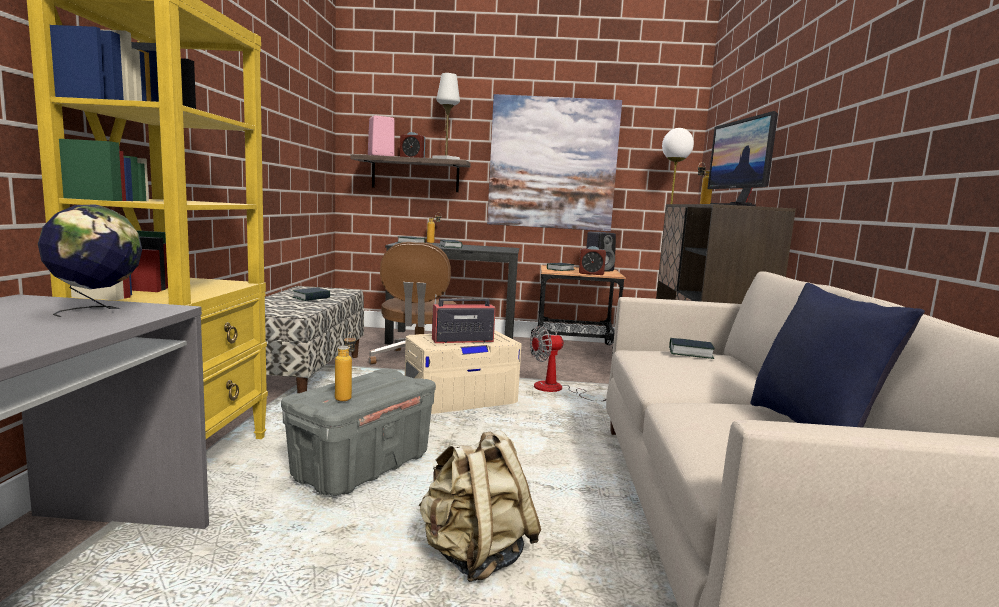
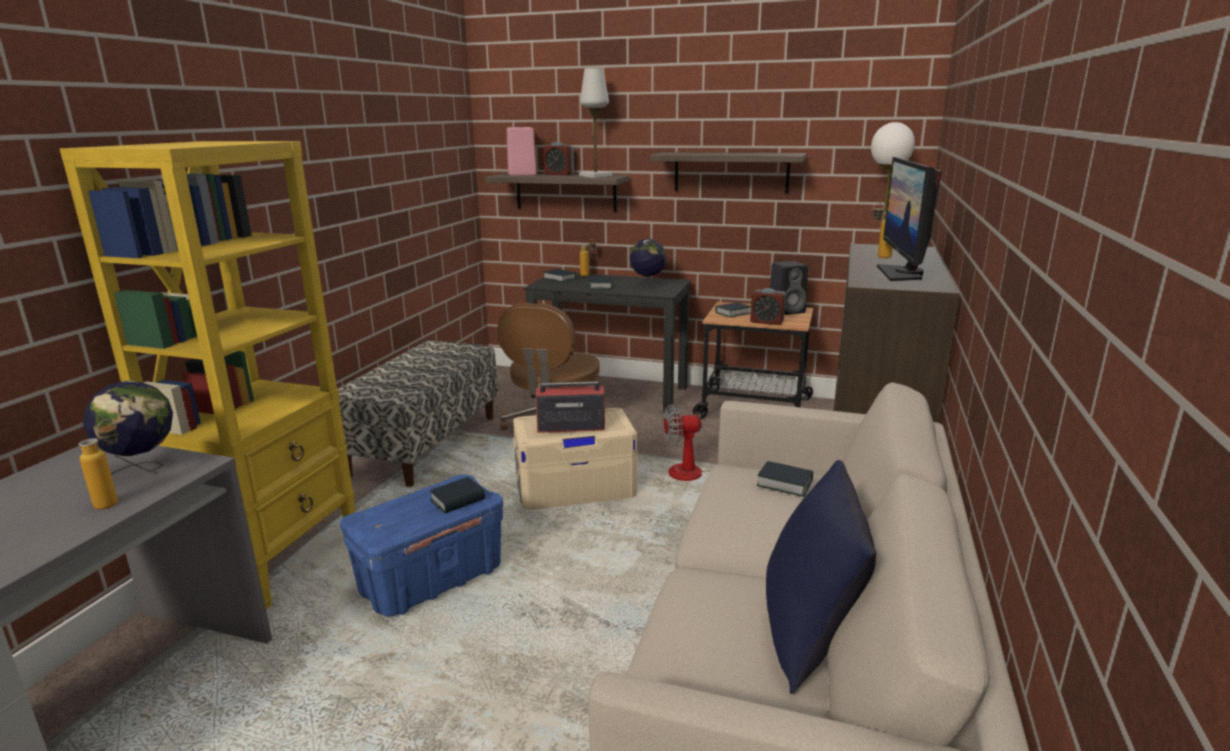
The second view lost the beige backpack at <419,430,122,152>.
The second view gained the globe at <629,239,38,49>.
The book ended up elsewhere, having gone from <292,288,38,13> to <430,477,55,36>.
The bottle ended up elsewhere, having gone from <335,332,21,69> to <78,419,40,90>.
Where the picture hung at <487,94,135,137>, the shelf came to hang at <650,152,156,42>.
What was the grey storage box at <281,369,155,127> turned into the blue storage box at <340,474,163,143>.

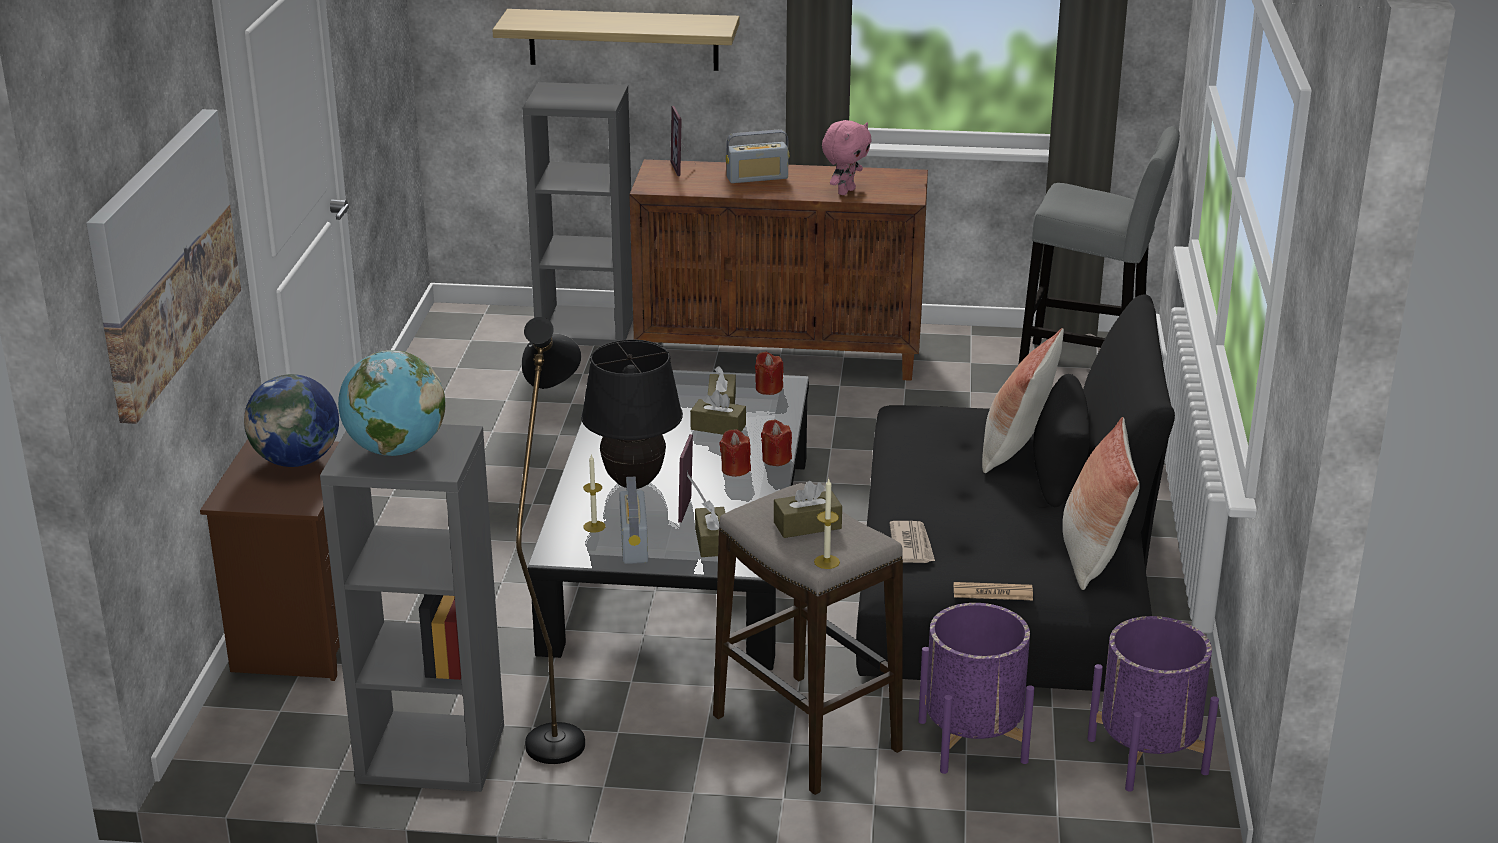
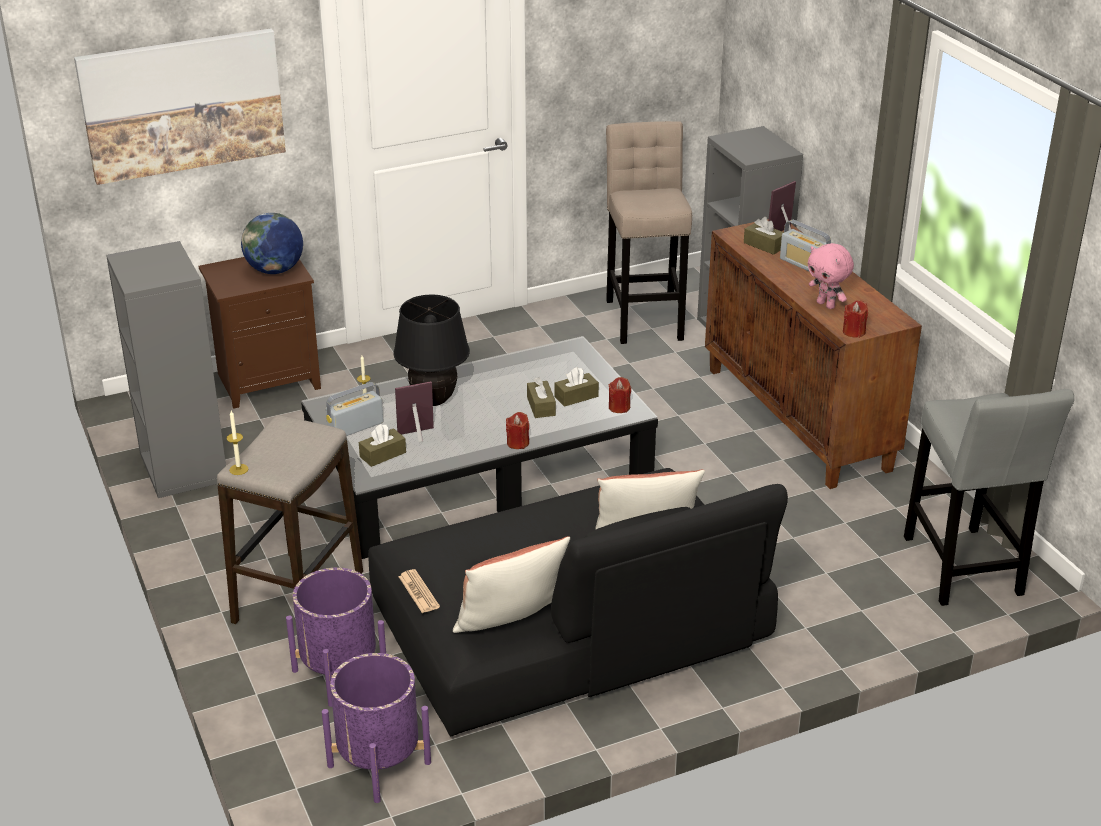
The second view lost the globe at <338,350,107,106>.
The second view lost the shelf at <492,9,248,62>.
The second view lost the black floor lamp at <516,317,69,447>.
The second view lost the newspaper at <890,521,45,42>.
The second view gained the beige stool at <606,121,86,223>.
The red candle ended up elsewhere, having gone from <719,429,32,48> to <843,300,25,38>.
The brown tissue box ended up elsewhere, having gone from <774,481,68,57> to <744,217,40,38>.
The pink plush toy at <822,120,50,75> ended up facing another way, 45 degrees clockwise from before.

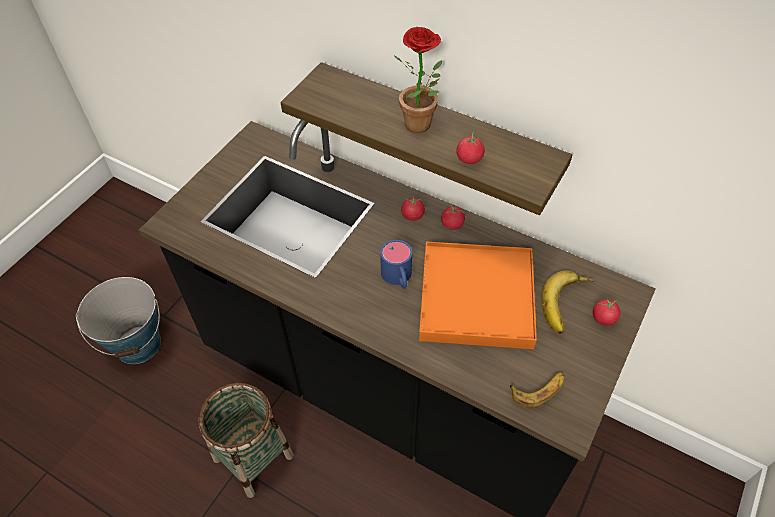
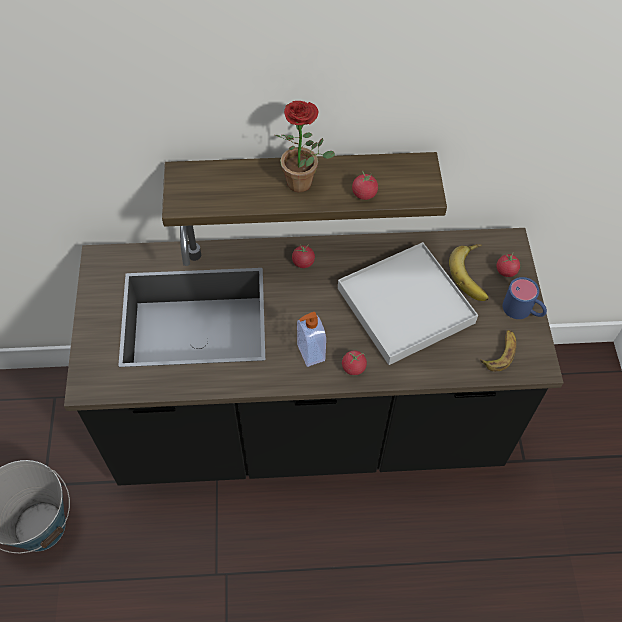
The second view lost the basket at <198,383,96,115>.
The second view gained the soap dispenser at <297,312,29,55>.
The blue mug ended up elsewhere, having gone from <380,240,32,48> to <503,277,44,42>.
The tomato ended up elsewhere, having gone from <441,205,24,25> to <342,351,25,24>.
What was the orange tray at <419,242,118,107> turned into the white tray at <338,242,140,123>.

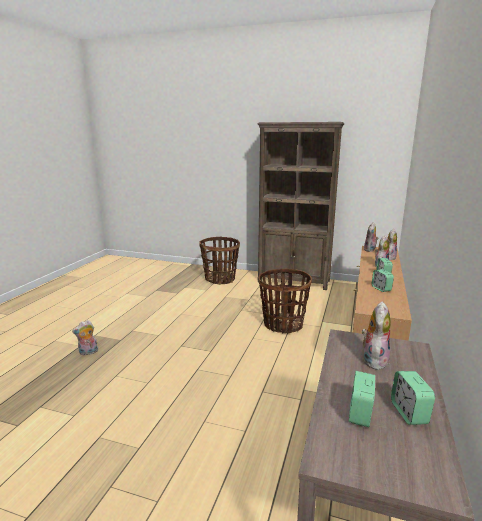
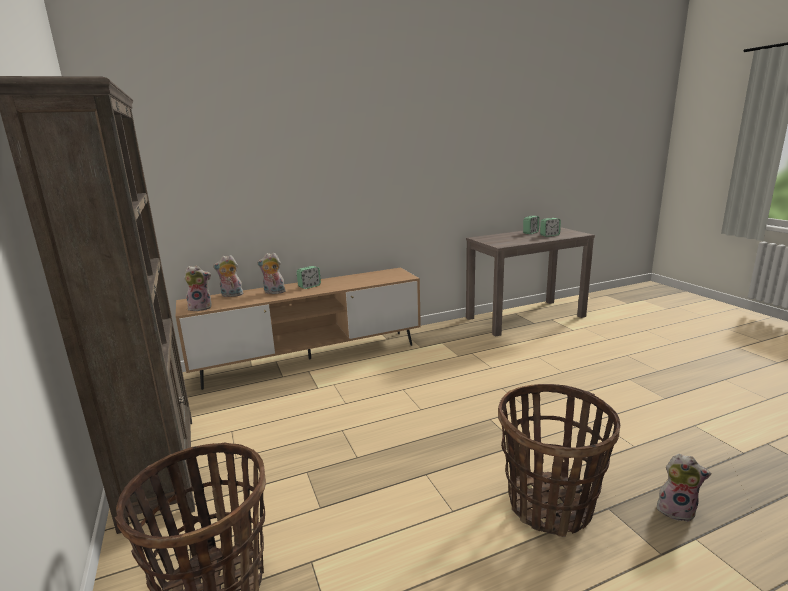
The second view lost the plush toy at <362,301,29,69>.
The second view lost the alarm clock at <371,269,23,23>.
The basket ended up elsewhere, having gone from <258,269,54,64> to <498,384,122,153>.

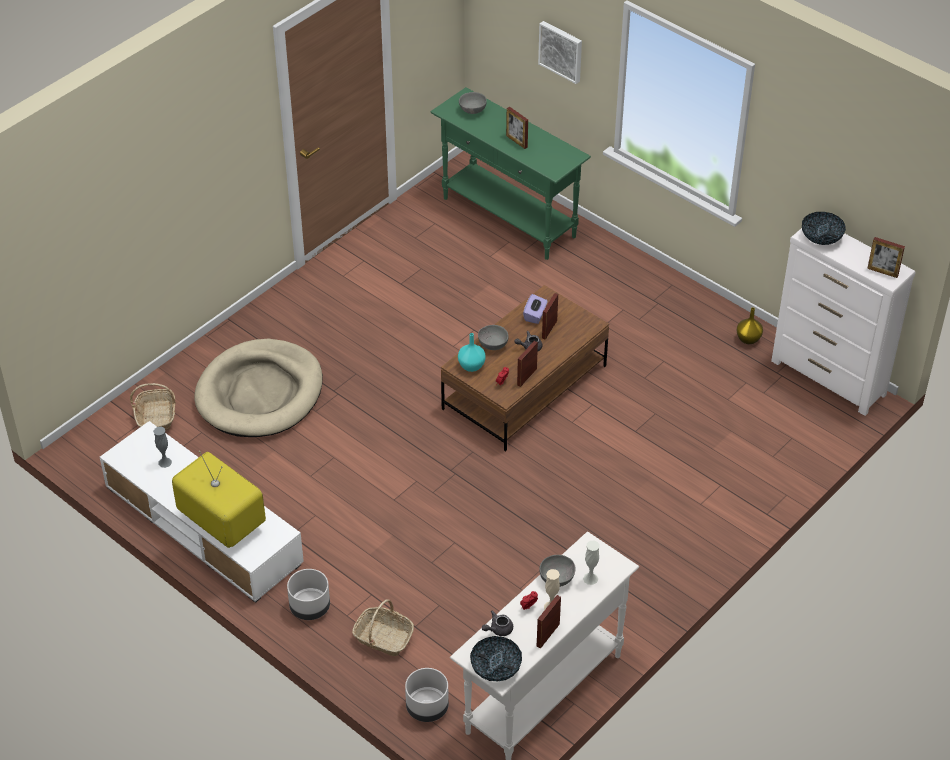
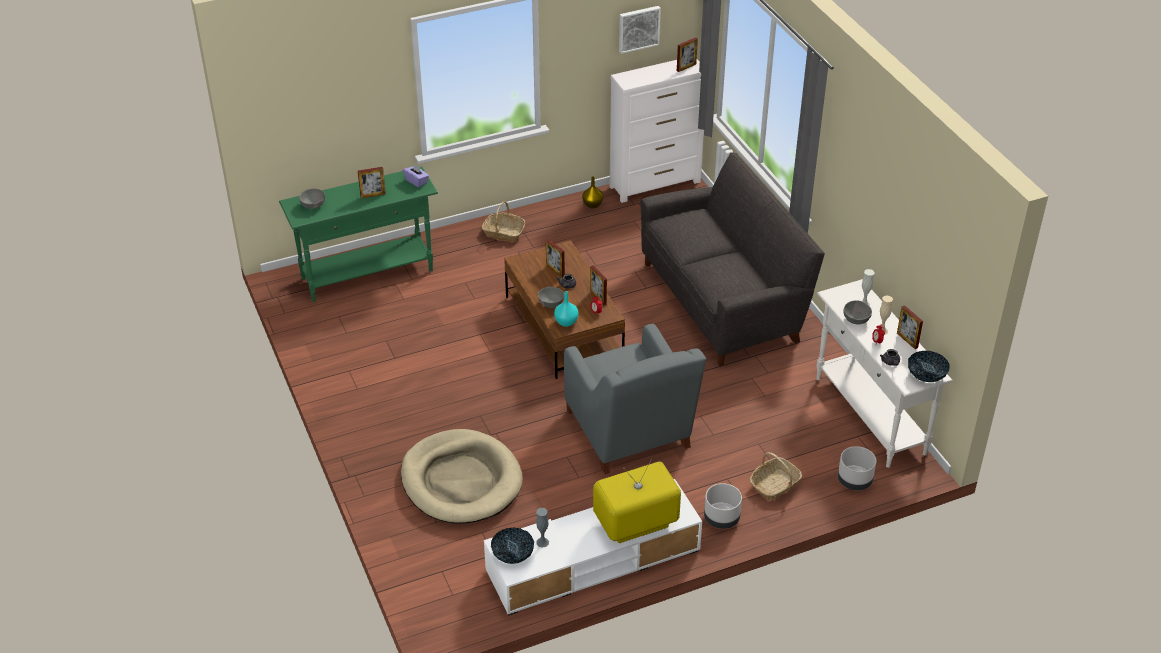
The second view gained the grey armchair at <564,324,142,150>.
The second view gained the grey sofa at <641,153,184,213>.
The basket ended up elsewhere, having gone from <130,383,46,47> to <482,201,43,41>.
The purple tissue box ended up elsewhere, having gone from <523,294,25,30> to <403,163,26,25>.
The picture ended up elsewhere, having gone from <538,21,44,63> to <619,6,42,48>.
The bowl ended up elsewhere, having gone from <802,212,44,33> to <491,528,43,36>.

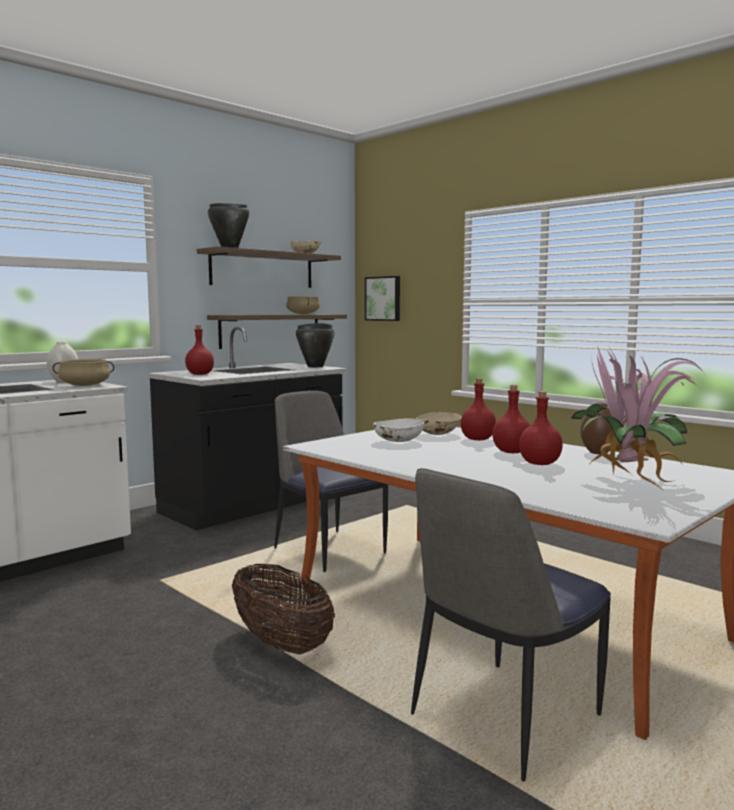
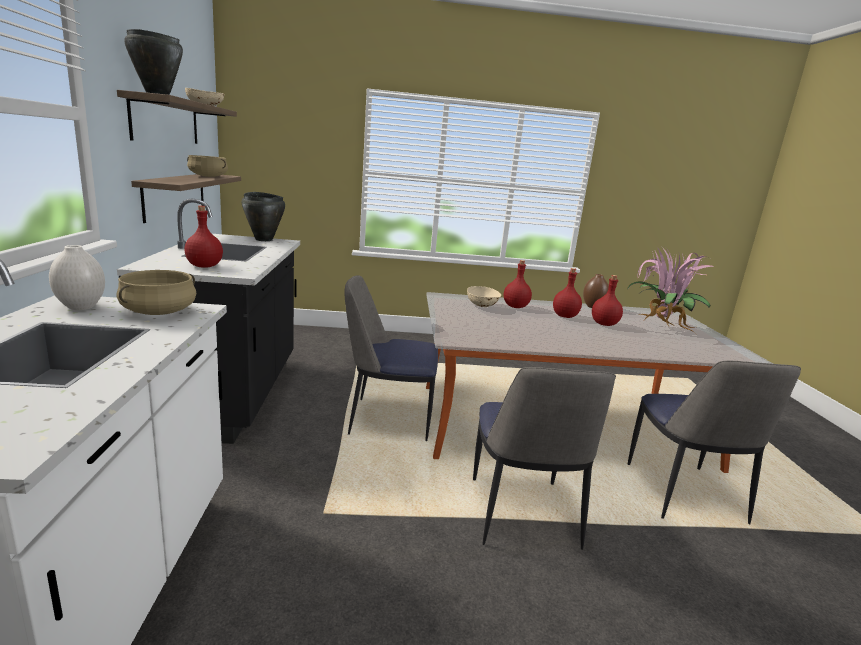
The second view lost the picture at <365,276,35,45>.
The second view lost the white bowl at <373,418,51,24>.
Where the basket stood at <232,564,103,90>, the chair came to stand at <473,367,143,183>.

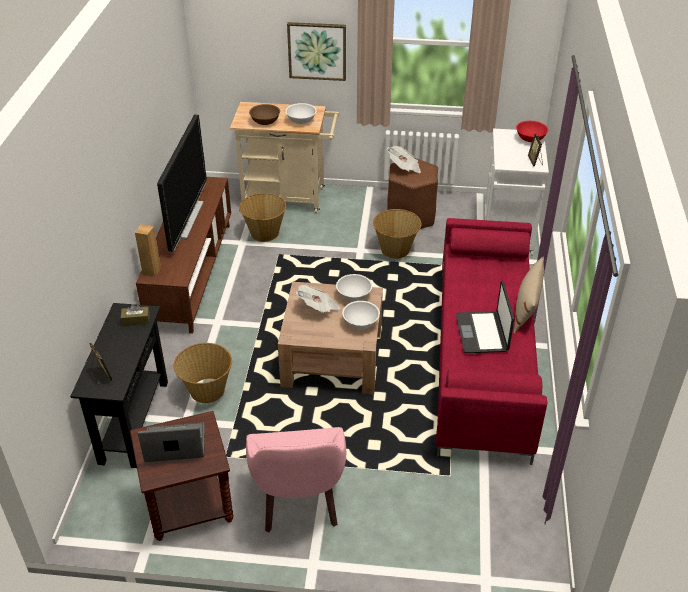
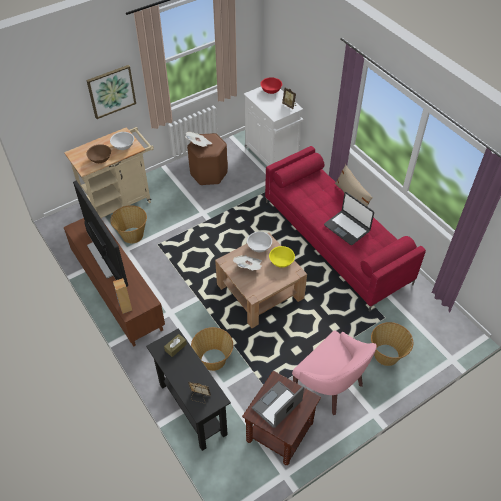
The basket ended up elsewhere, having gone from <373,209,49,50> to <371,322,42,44>.
What was the white bowl at <342,301,38,28> turned into the yellow bowl at <269,246,26,22>.

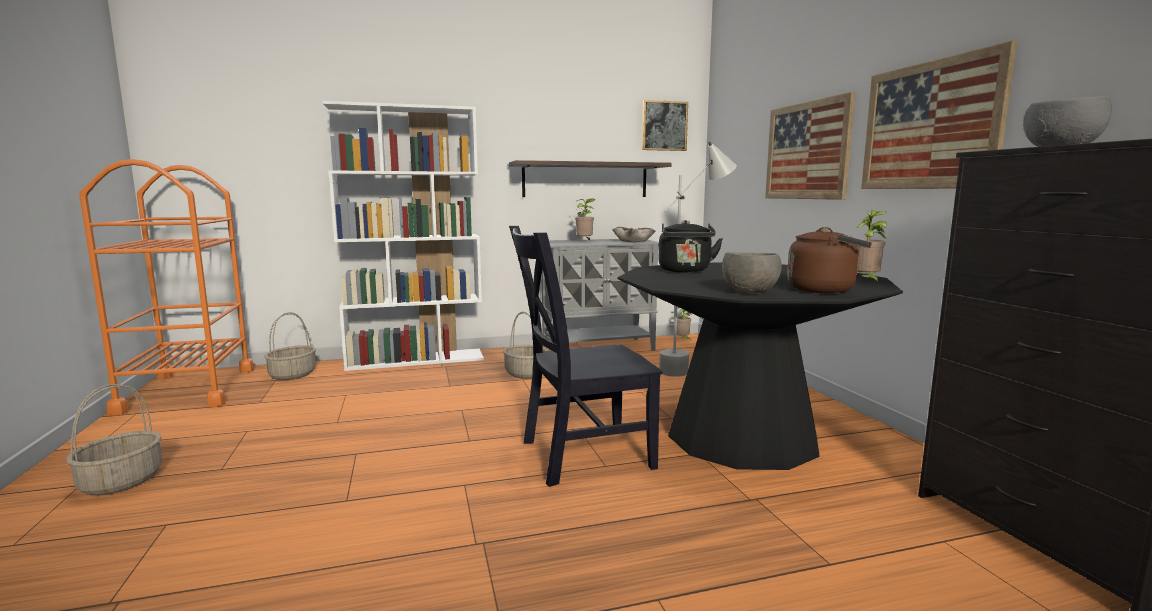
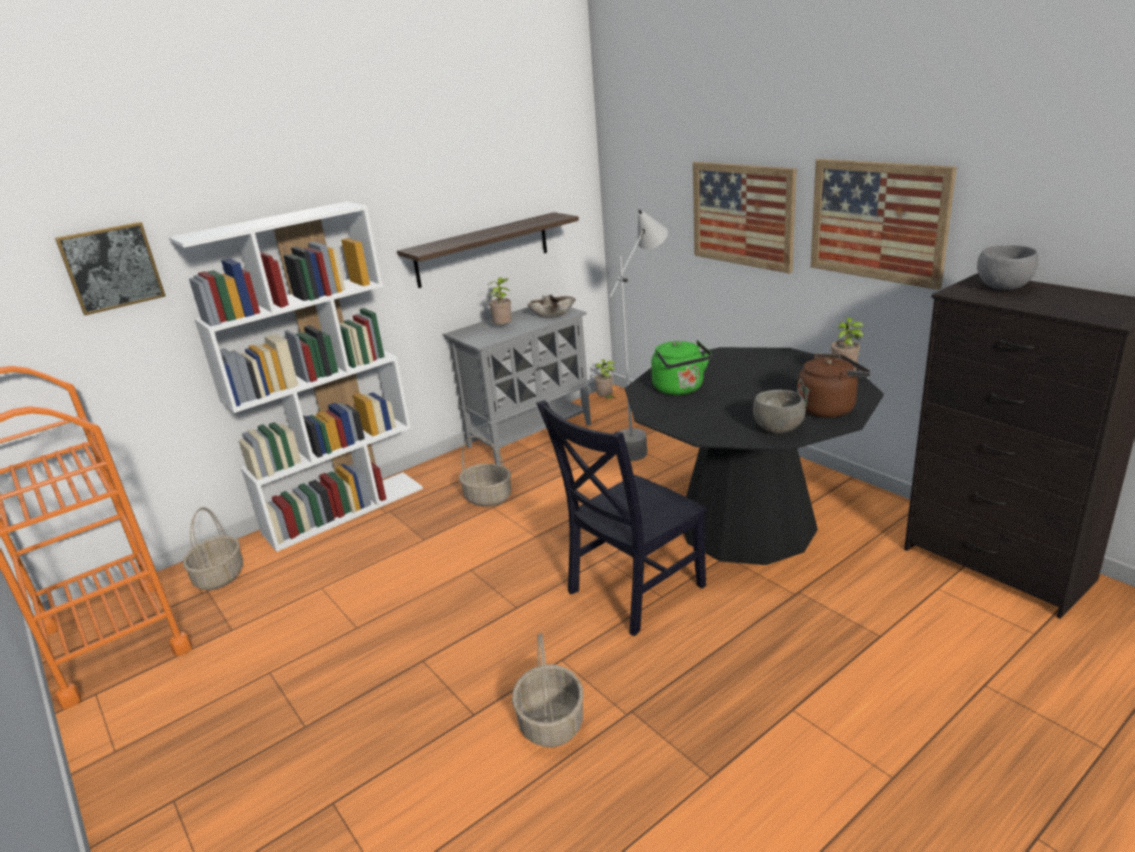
The basket ended up elsewhere, having gone from <66,384,96,111> to <512,633,71,114>.
The picture ended up elsewhere, having gone from <642,100,46,51> to <55,222,111,94>.
What was the black kettle at <658,220,65,53> turned into the green kettle at <651,340,61,55>.

